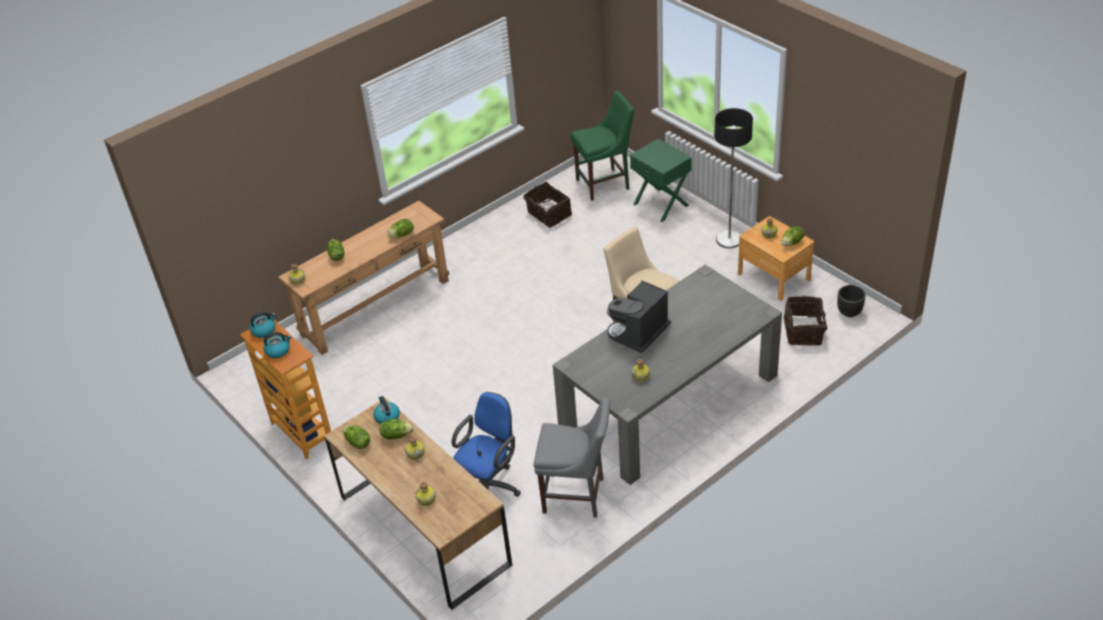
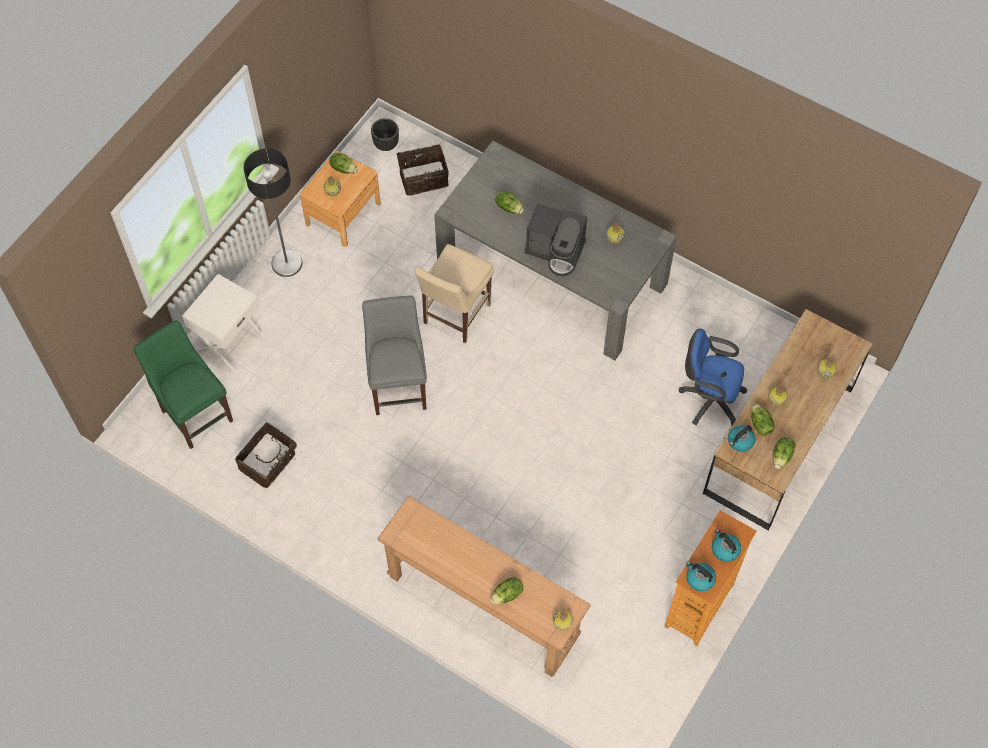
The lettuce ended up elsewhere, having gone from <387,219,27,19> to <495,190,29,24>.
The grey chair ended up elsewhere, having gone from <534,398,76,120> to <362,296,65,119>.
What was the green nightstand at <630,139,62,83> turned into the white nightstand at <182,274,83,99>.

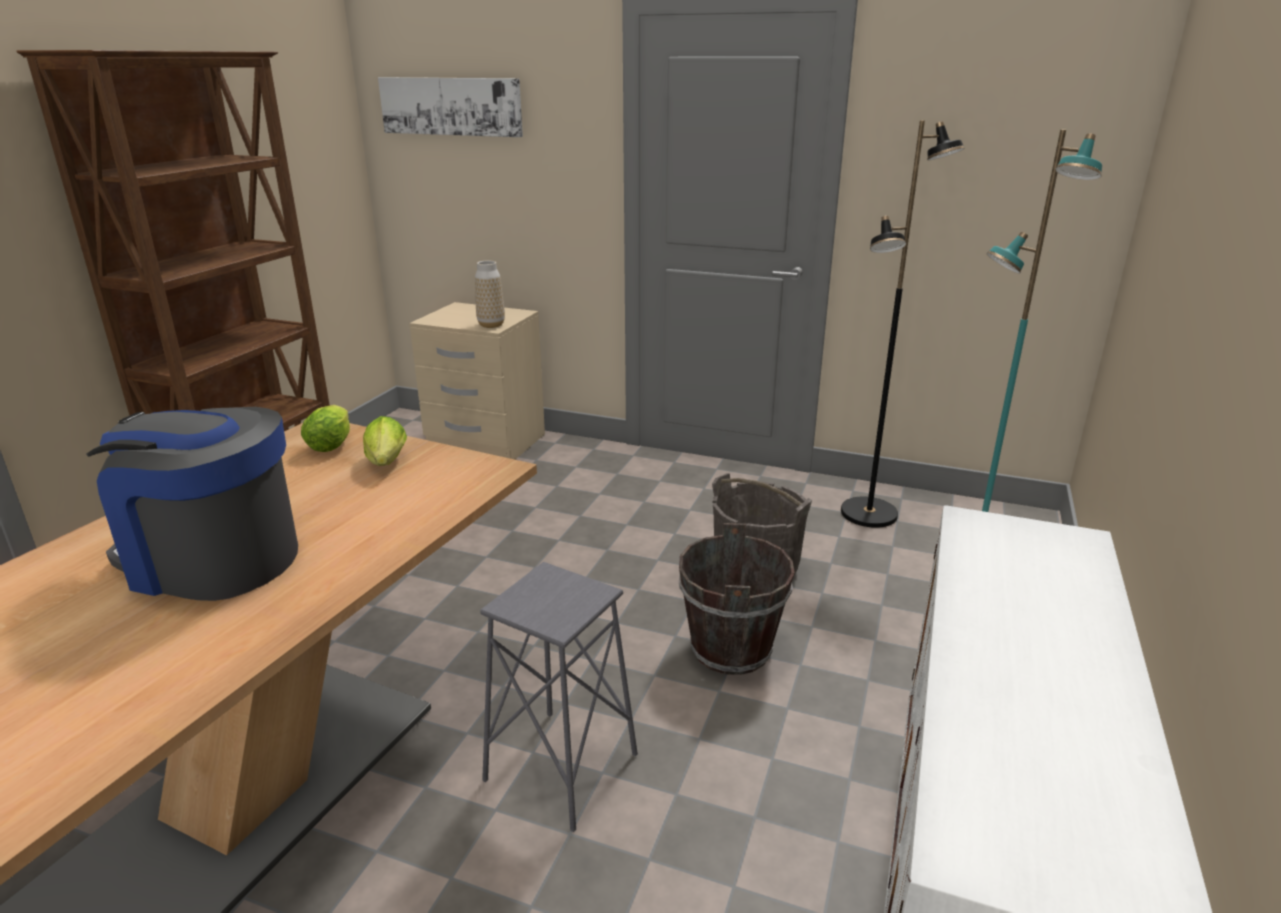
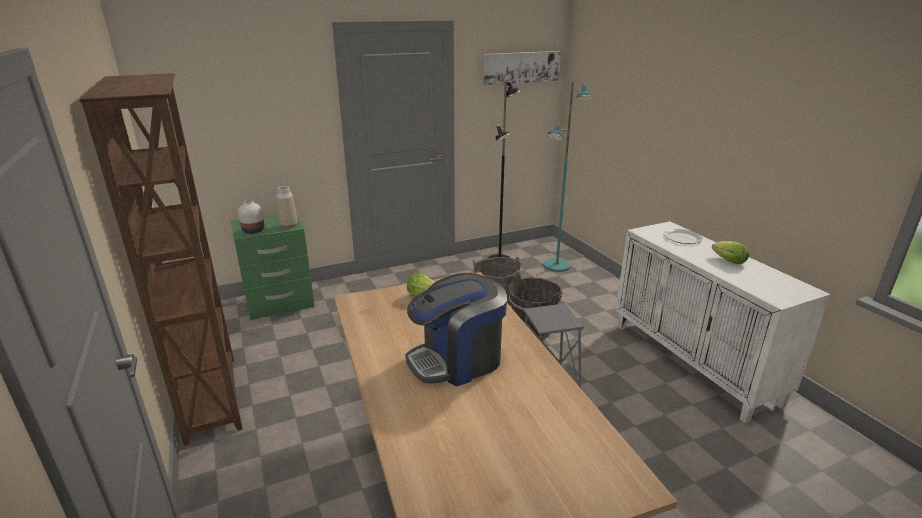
The second view gained the white vase at <238,200,26,34>.
The second view gained the plate at <663,229,40,15>.
The lettuce ended up elsewhere, having gone from <301,405,49,47> to <712,241,37,23>.
The picture ended up elsewhere, having gone from <378,77,145,60> to <483,51,77,34>.
What was the beige nightstand at <409,302,136,157> turned into the green nightstand at <231,214,83,106>.

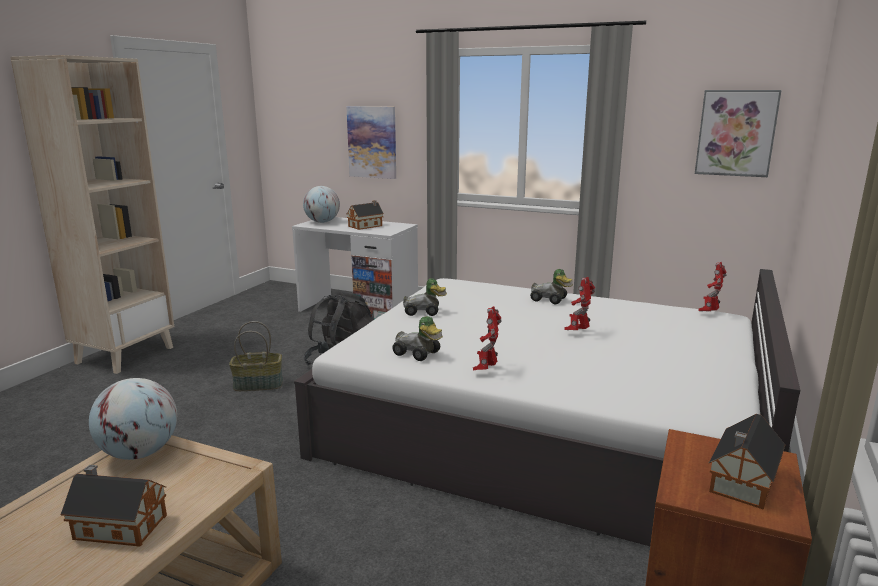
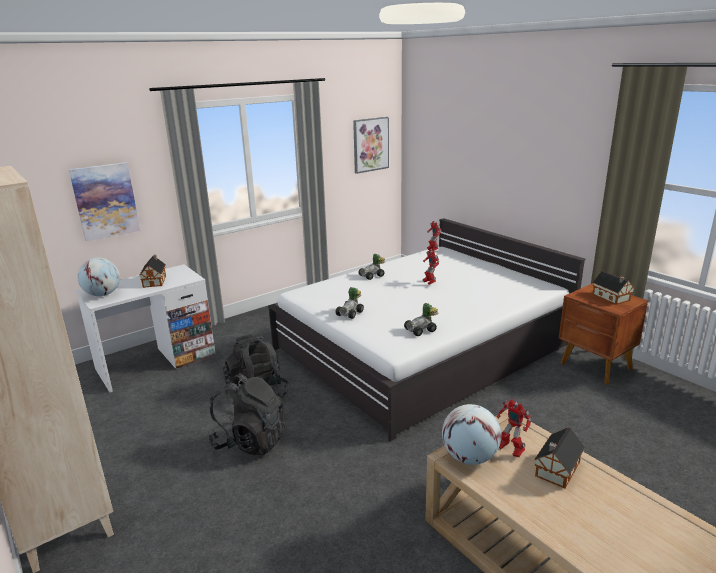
The toy robot ended up elsewhere, having gone from <473,306,29,64> to <497,399,34,58>.
Where the basket stood at <229,321,54,70>, the black backpack came to stand at <209,373,77,82>.

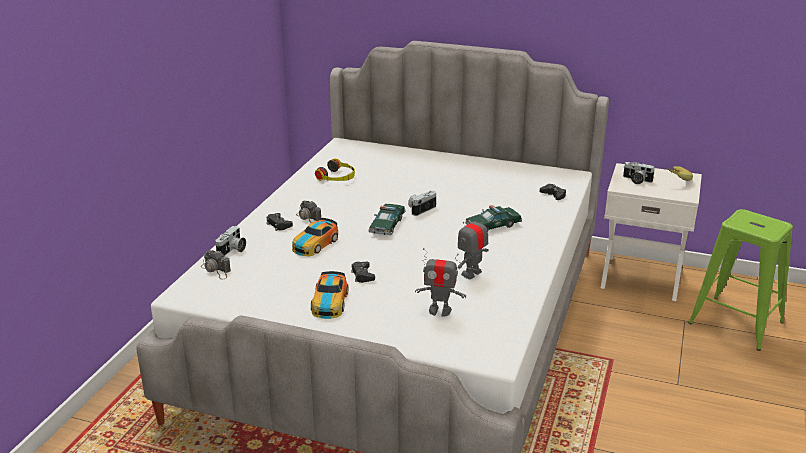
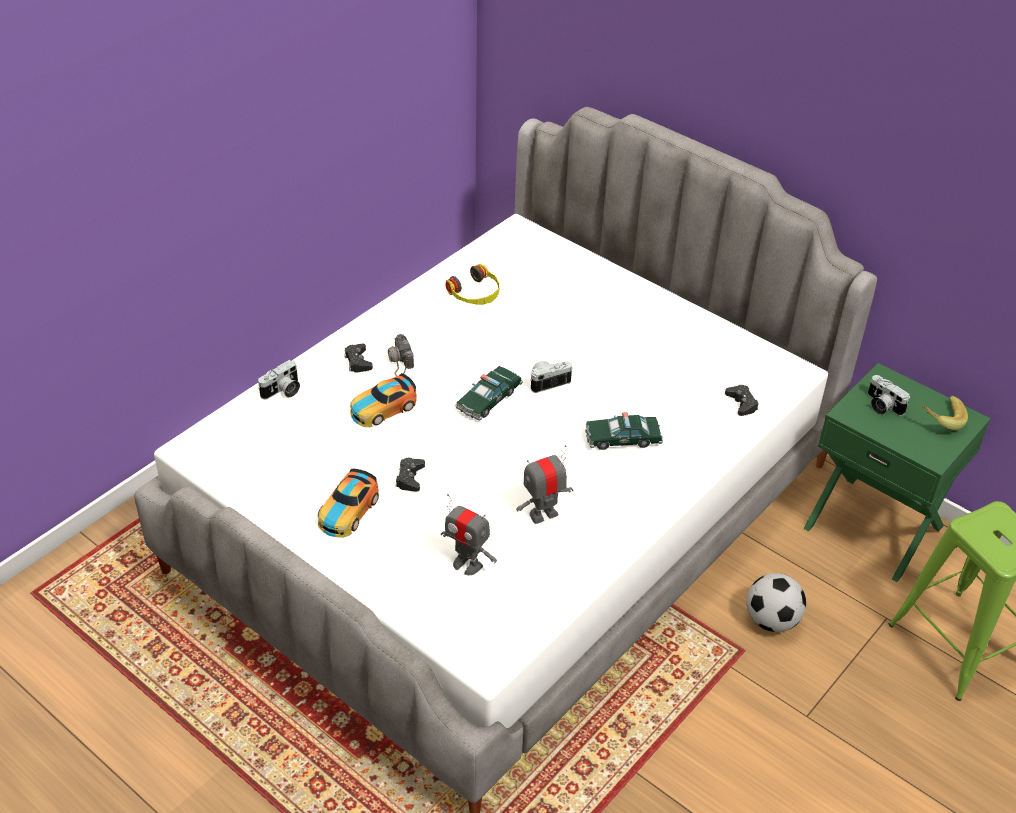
The second view lost the photo camera at <201,250,30,29>.
The second view gained the football at <747,573,59,59>.
What was the white nightstand at <601,163,101,138> turned into the green nightstand at <804,363,187,219>.

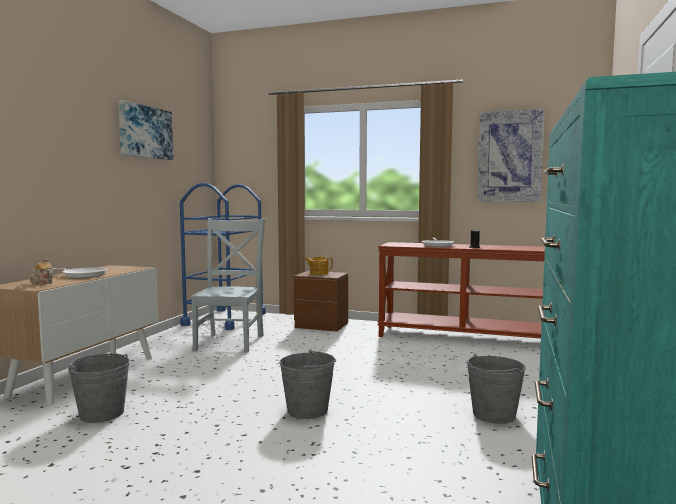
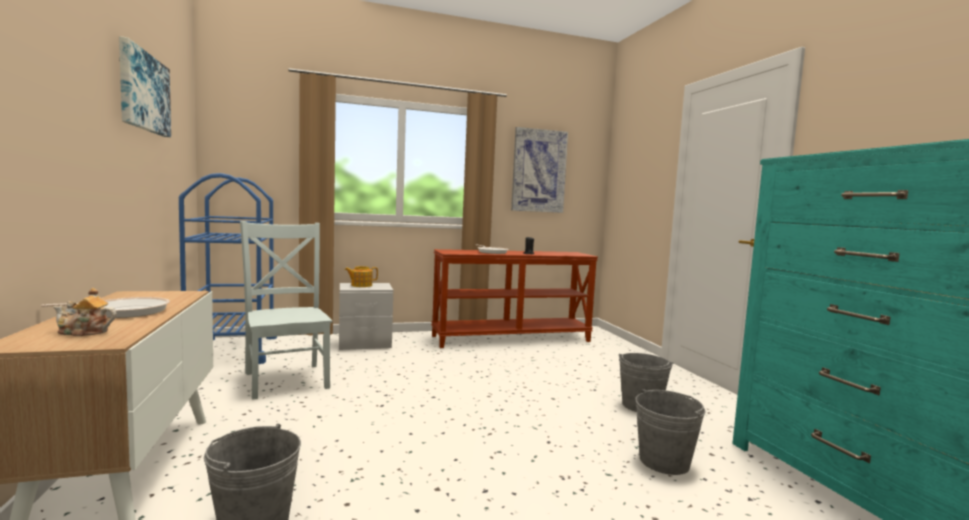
The grey bucket ended up elsewhere, having gone from <279,349,57,70> to <635,389,71,86>.
What was the brown nightstand at <294,271,54,61> turned into the grey nightstand at <339,283,54,67>.

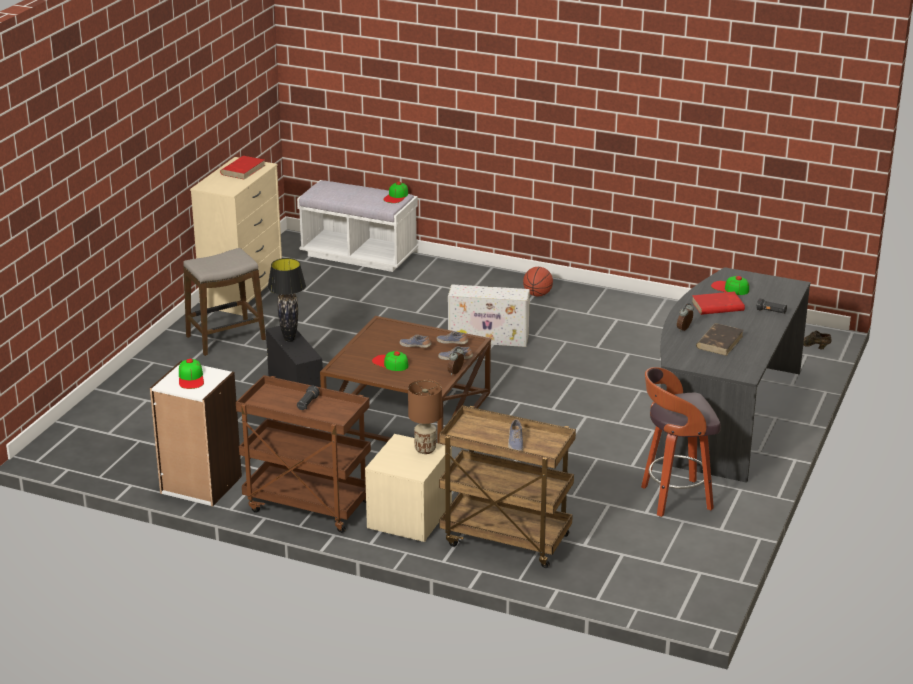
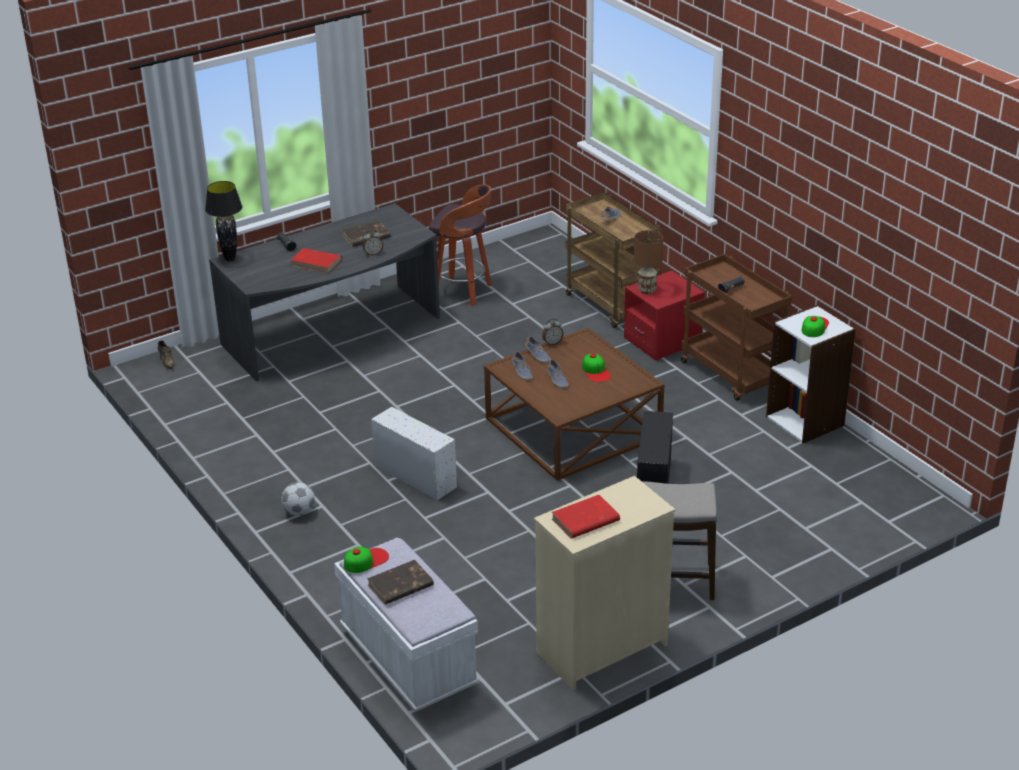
The second view lost the cap at <711,276,38,19>.
The second view gained the brown book at <367,560,67,45>.
The black table lamp ended up elsewhere, having gone from <268,258,38,84> to <205,181,37,81>.
Where the basketball stood at <523,267,30,30>, the football came to stand at <281,482,34,34>.
What was the beige nightstand at <365,434,87,108> turned into the red nightstand at <624,271,81,90>.

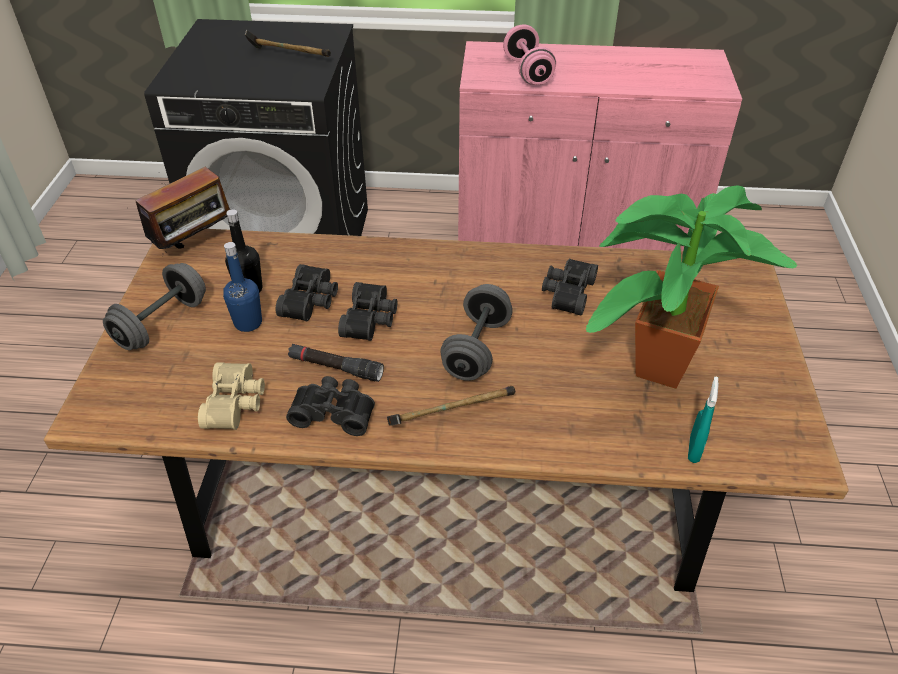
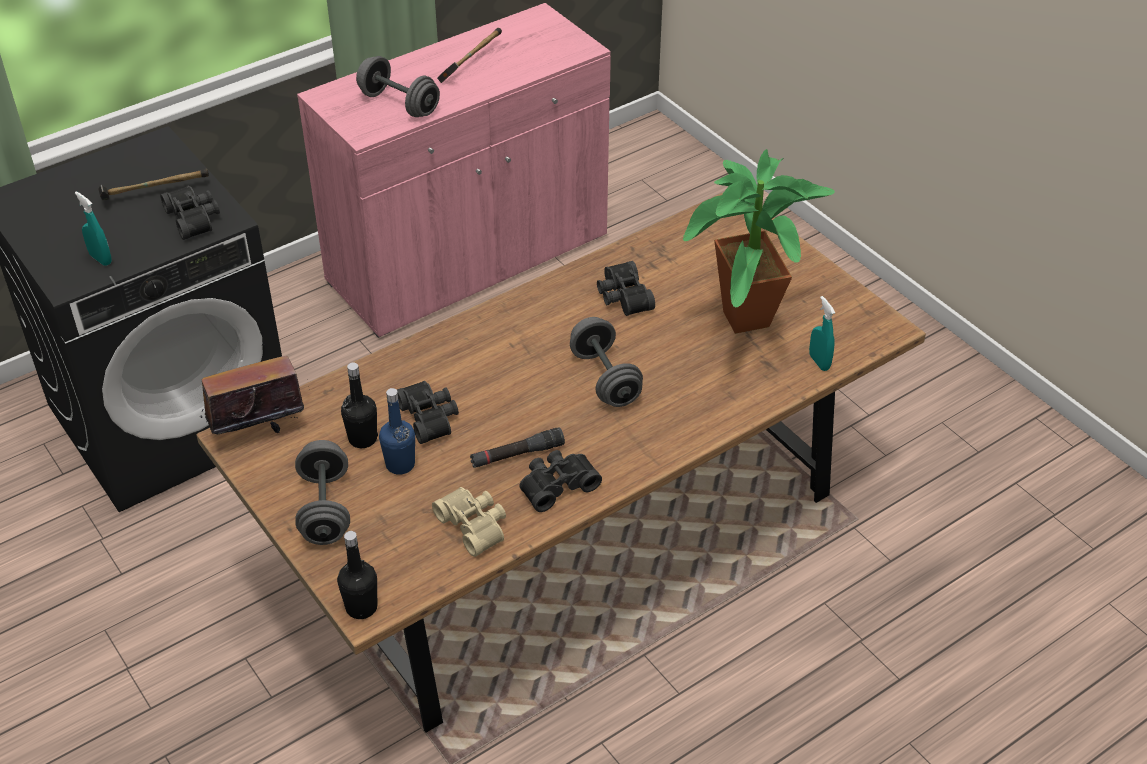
The second view gained the turquoise spray bottle at <75,191,37,75>.
The second view gained the black bottle at <337,531,40,88>.
The black binoculars ended up elsewhere, having gone from <338,282,59,59> to <160,185,60,55>.
The hammer ended up elsewhere, having gone from <387,386,128,40> to <437,28,65,55>.
What was the pink dumbbell at <503,24,53,61> turned into the grey dumbbell at <356,56,84,61>.
The radio at <129,167,101,87> ended up facing another way, 120 degrees counterclockwise from before.

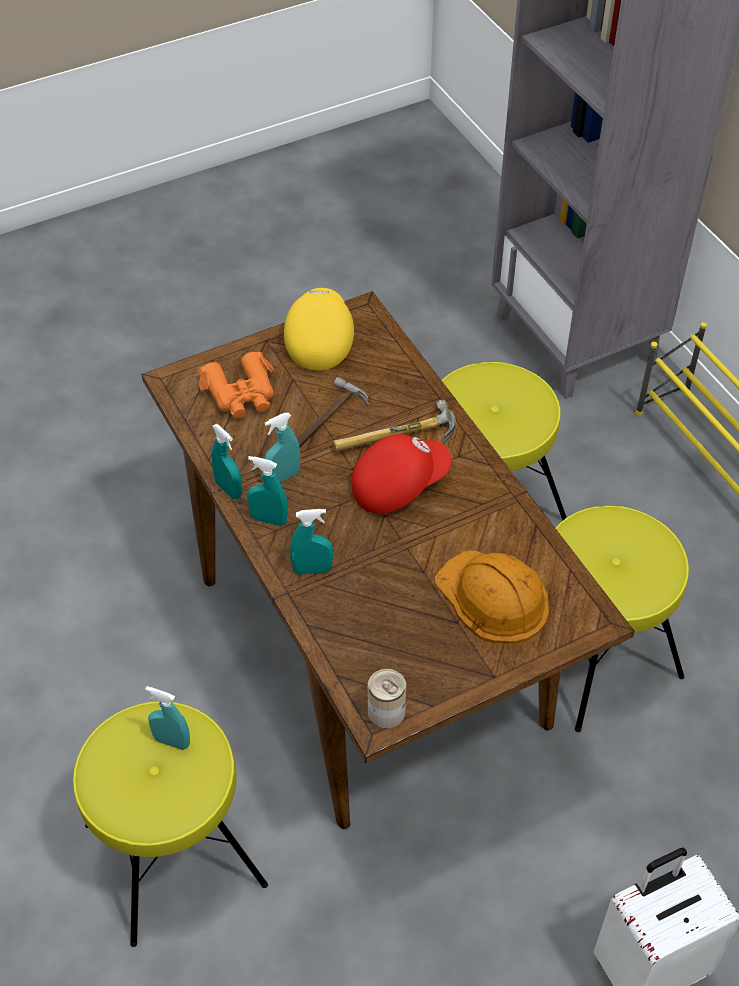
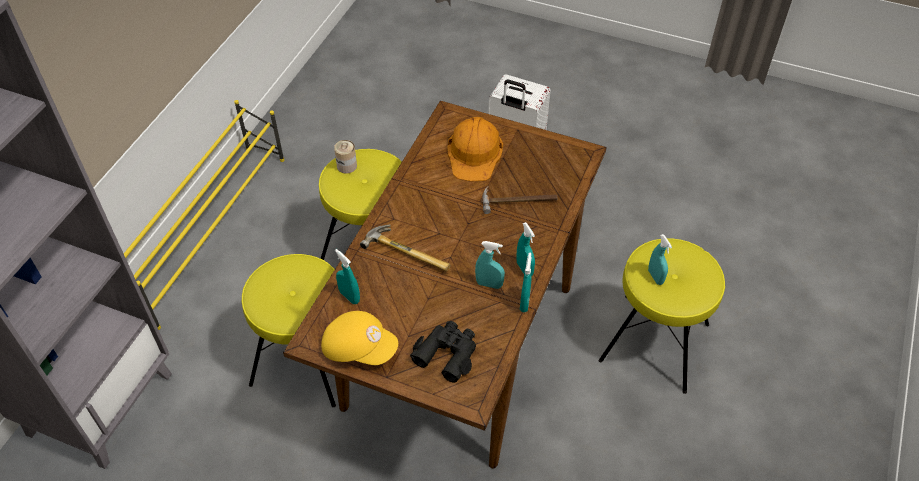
The second view lost the red cap at <351,434,100,80>.
The turquoise spray bottle ended up elsewhere, having gone from <290,509,43,65> to <335,249,25,55>.
The hammer ended up elsewhere, having gone from <297,377,72,71> to <482,187,76,27>.
The can ended up elsewhere, having gone from <368,669,38,59> to <334,140,23,34>.
What was the orange binoculars at <199,352,75,67> turned into the black binoculars at <410,321,66,62>.
The yellow cap at <284,288,70,83> ended up facing another way, 120 degrees counterclockwise from before.

